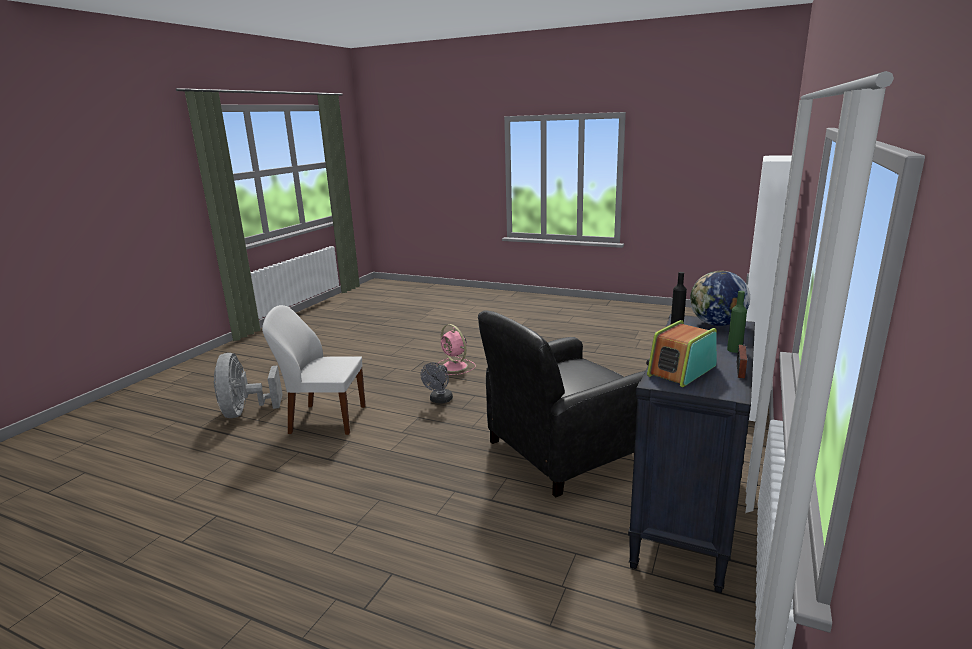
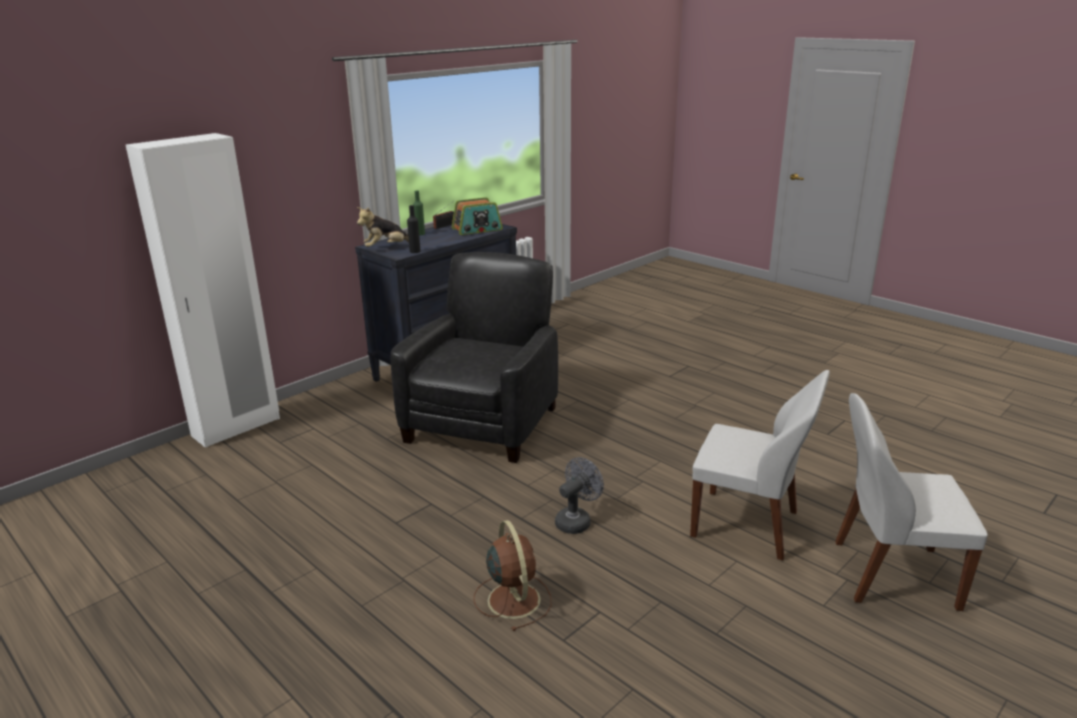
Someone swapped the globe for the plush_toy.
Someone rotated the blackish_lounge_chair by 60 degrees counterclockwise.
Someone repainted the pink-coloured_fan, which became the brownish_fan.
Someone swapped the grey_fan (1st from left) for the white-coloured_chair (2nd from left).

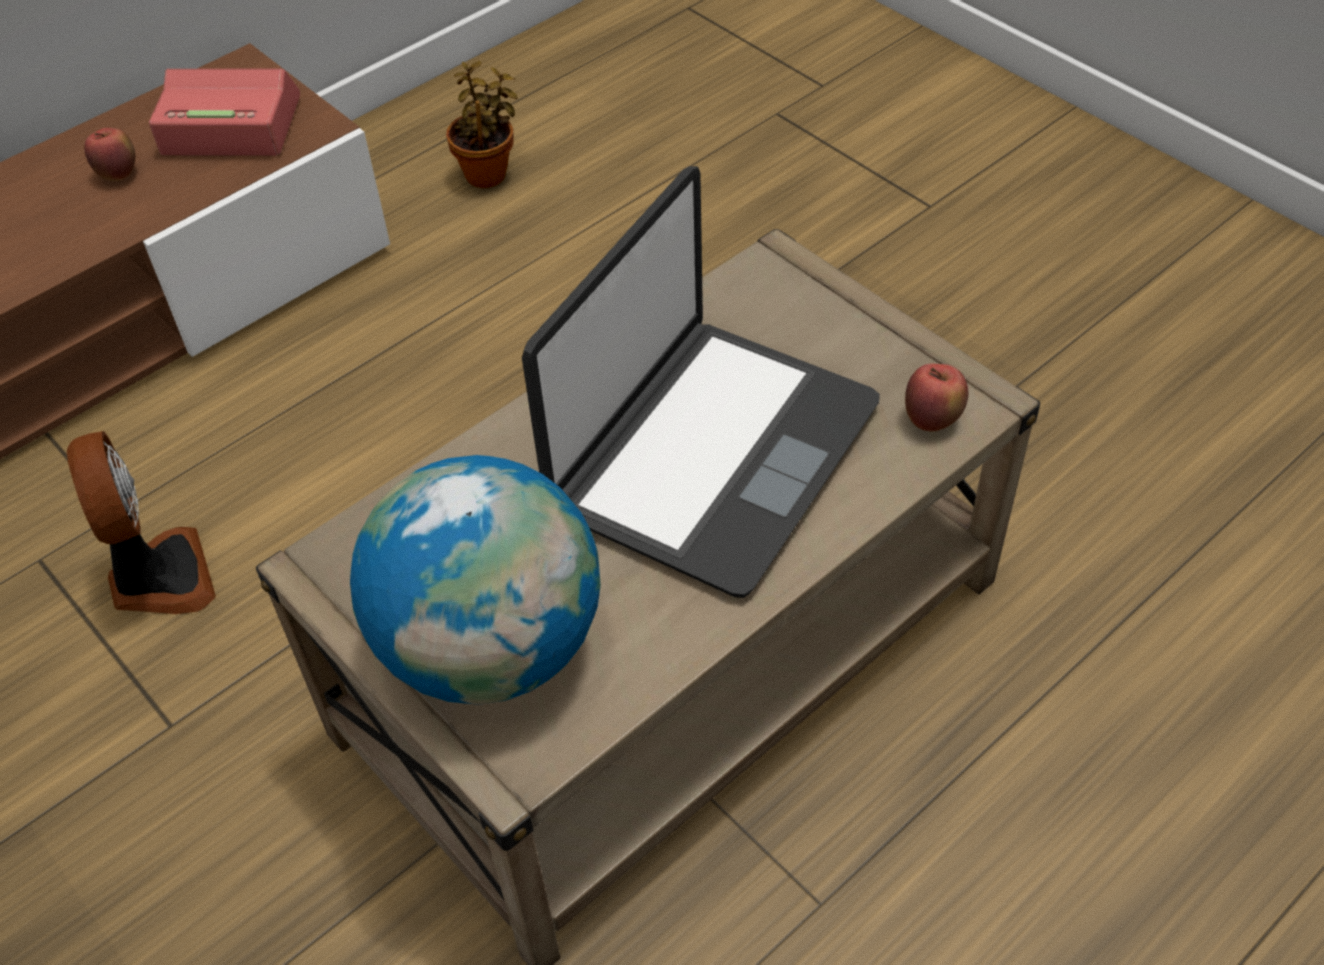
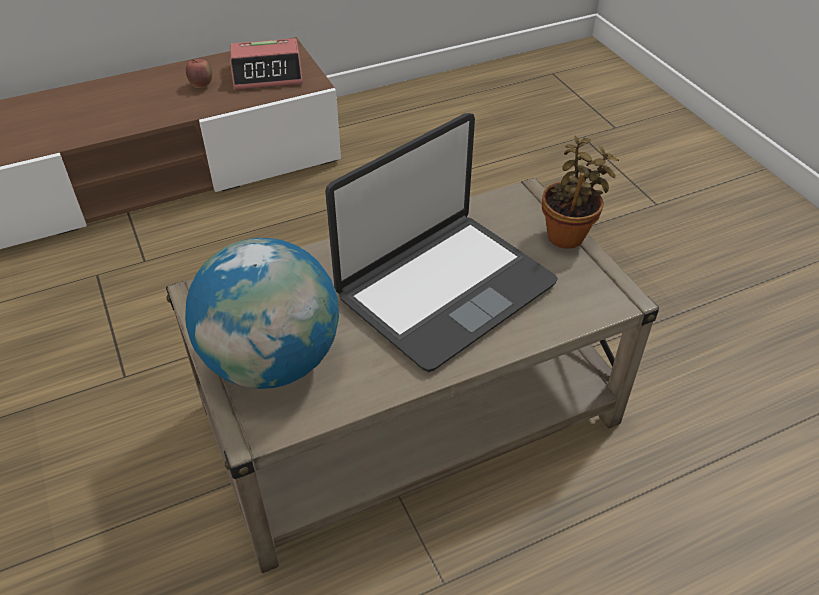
Someone carried the houseplant.
Someone rotated the bedside_clock by 150 degrees clockwise.
Someone took away the apple_fruit (2nd from left).
Someone took away the fan.

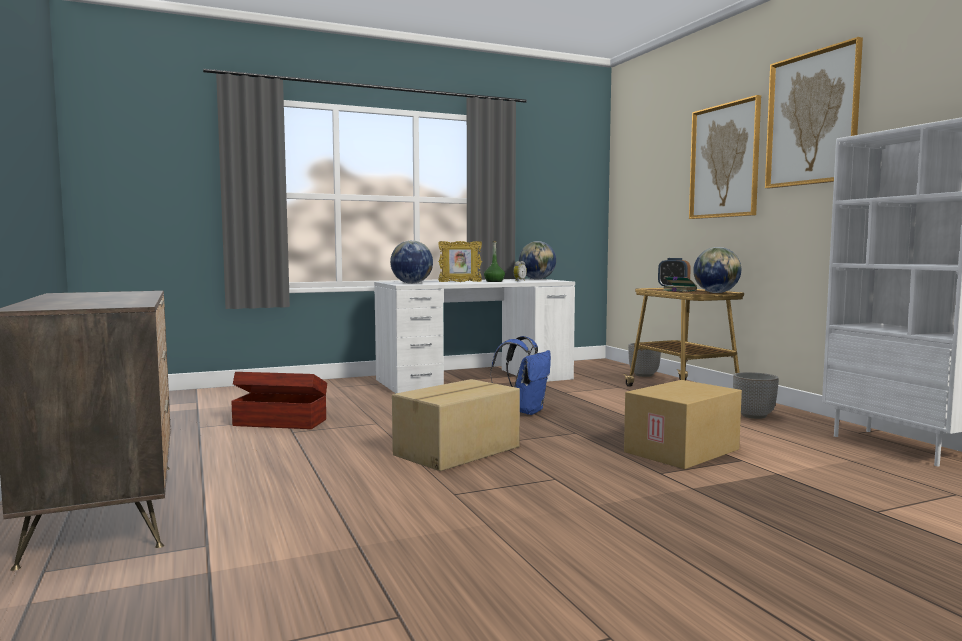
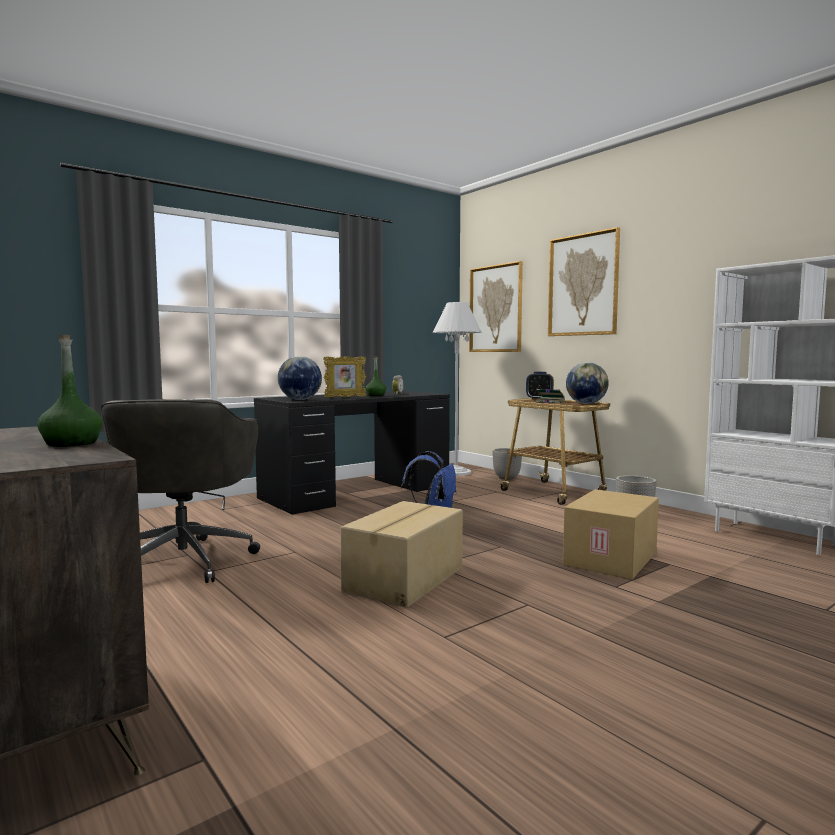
Someone carried the picture (2nd from left in the first image).
Someone took away the globe (2nd from left).
Someone repainted the white-coloured_desk, which became the blackish_desk.
Someone swapped the brownish_storage_container for the grey_office_chair.
Someone put down the white-coloured_floor_lamp.
Someone put down the greenish_beverage_bottle (1st from left).

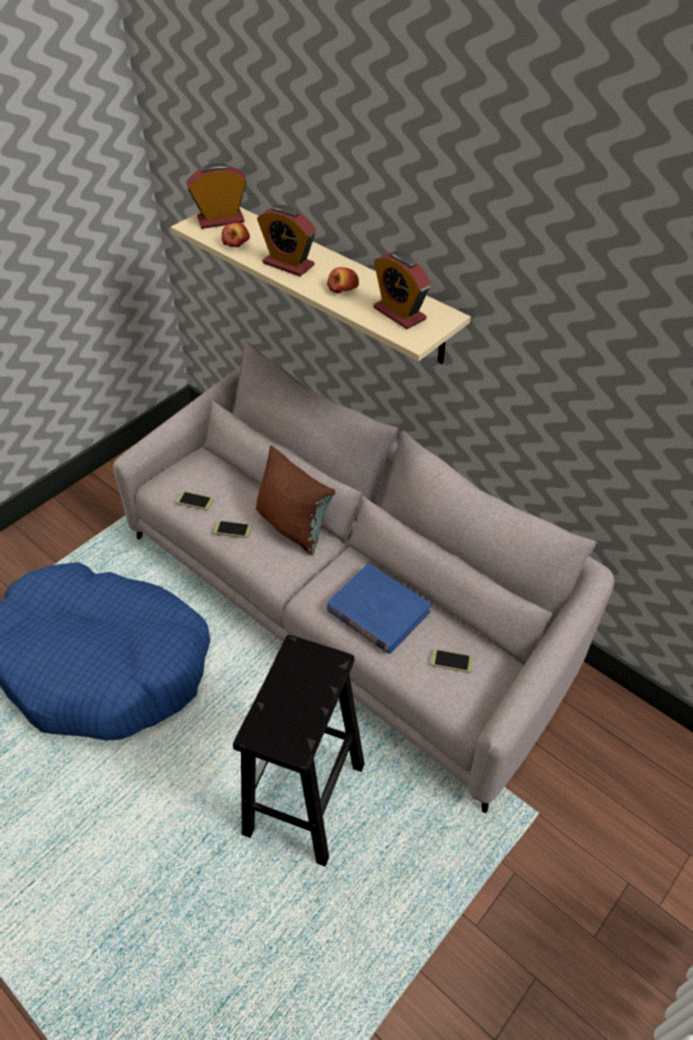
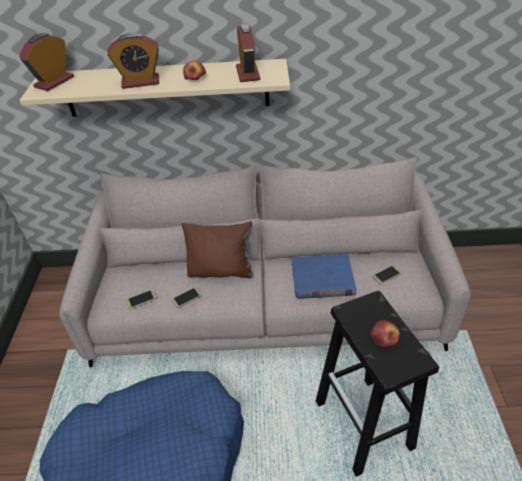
Someone carried the apple_fruit (1st from left in the first image).
Someone rotated the bedside_clock (3rd from left) by 105 degrees counterclockwise.

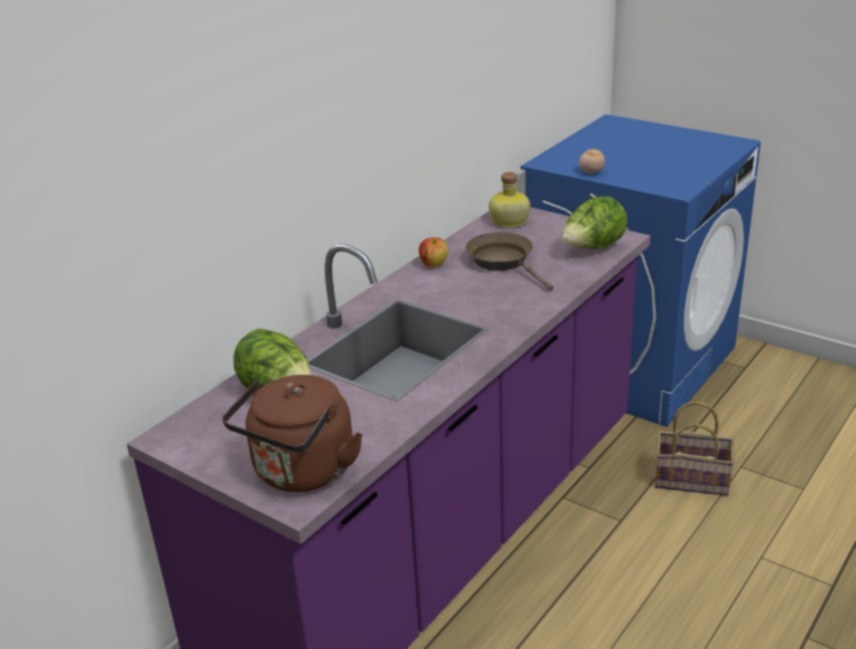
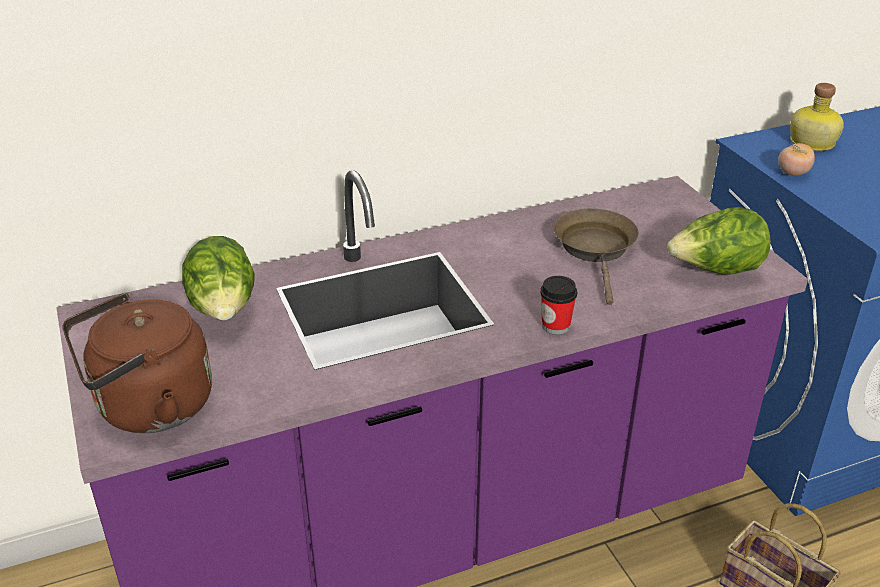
Someone carried the beverage_bottle.
Someone took away the apple_fruit.
Someone put down the drinking_cup.

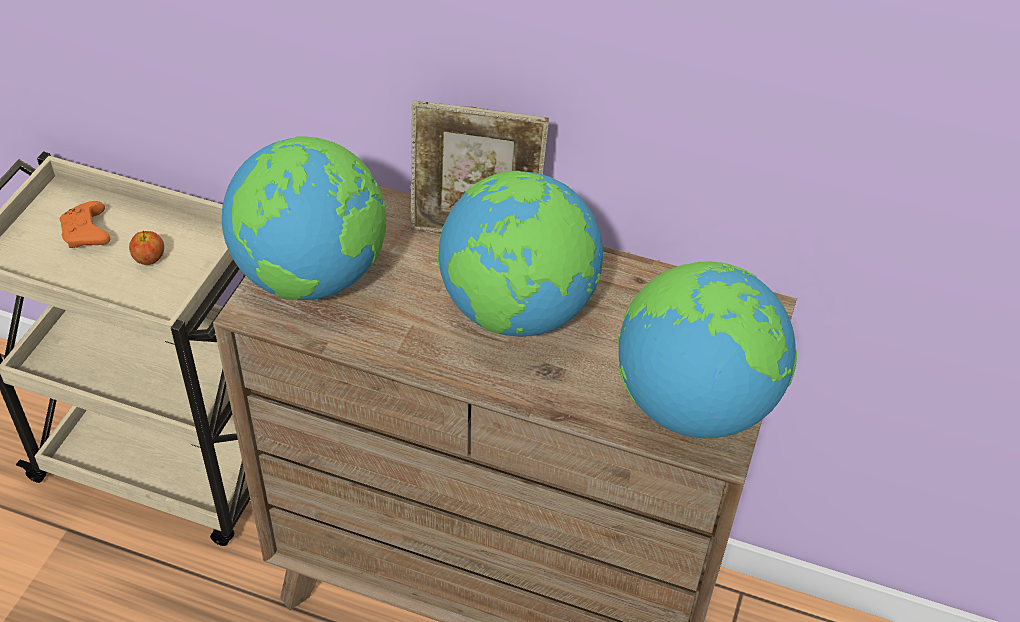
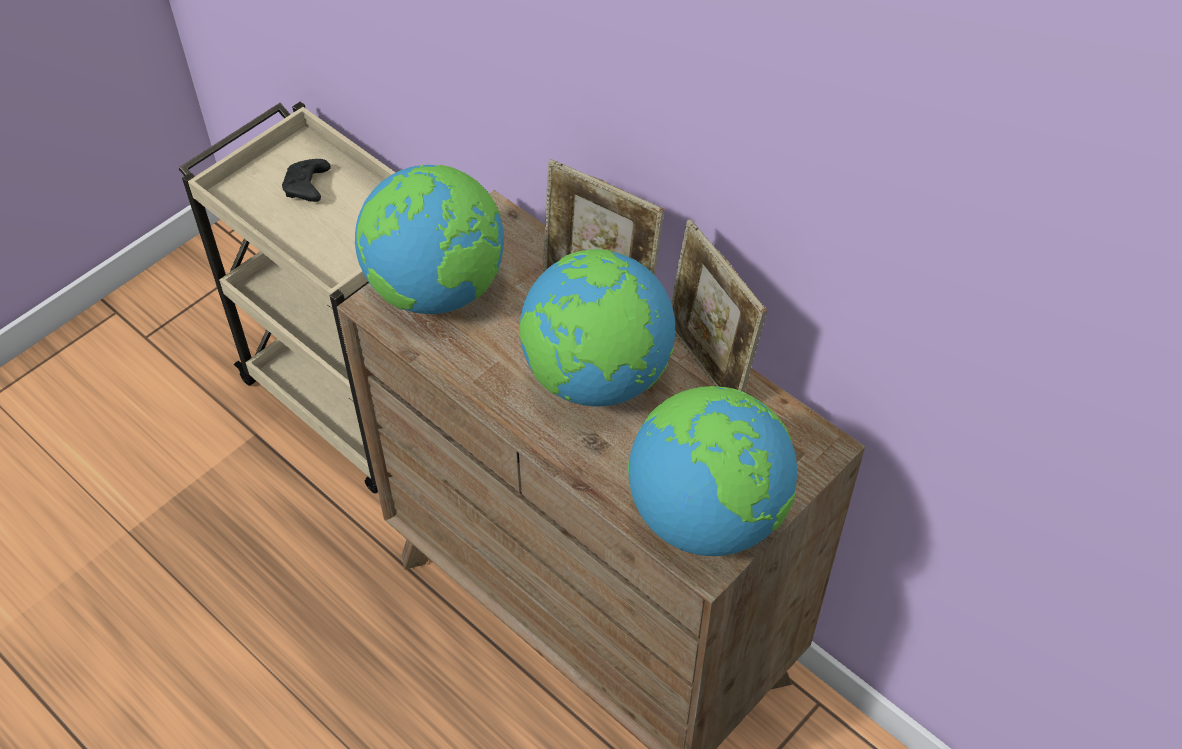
Someone repainted the orangey_gamepad, which became the blackish_gamepad.
Someone took away the apple_fruit.
Someone put down the picture_frame (2nd from left).

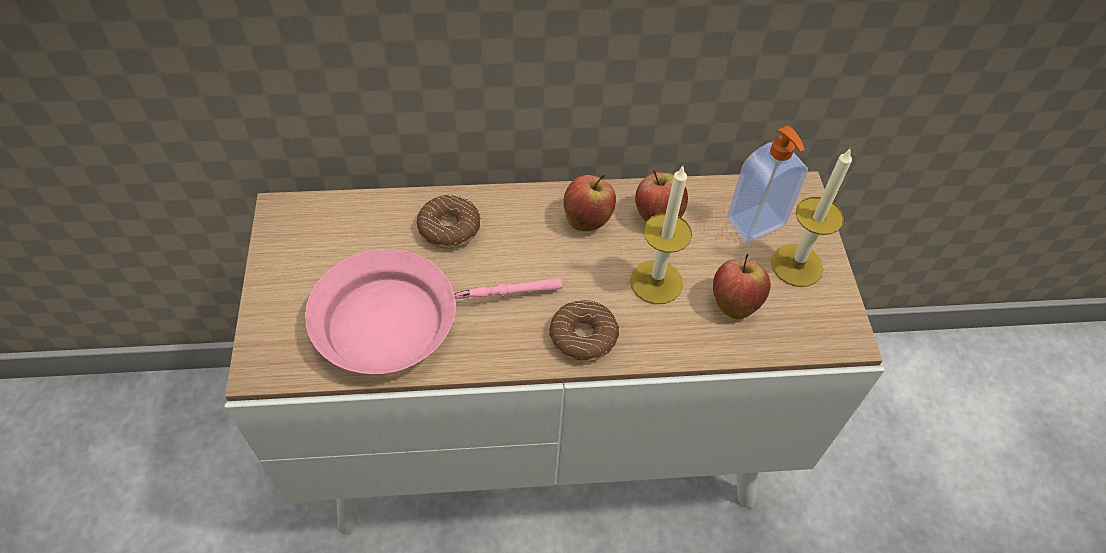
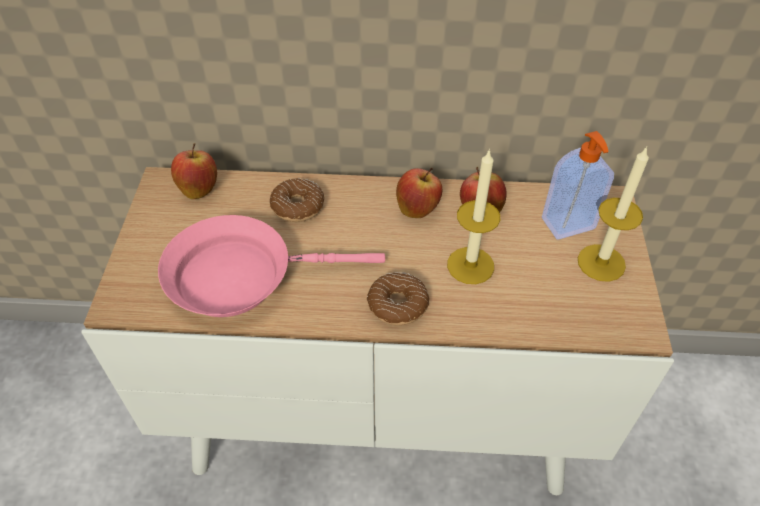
Someone carried the apple_fruit (3rd from left in the first image).

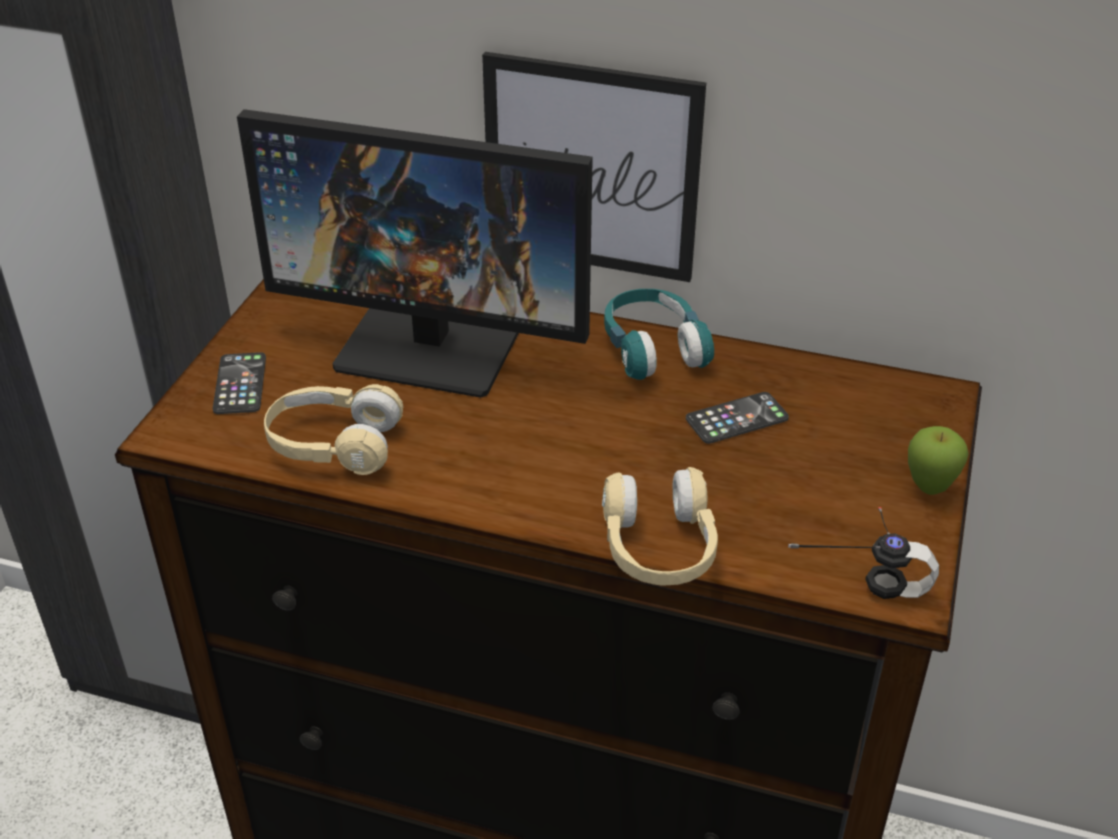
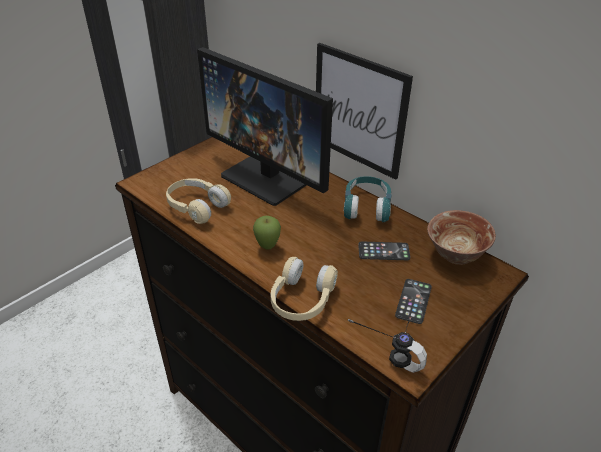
Someone carried the handset (1st from left in the first image).
Someone carried the apple_fruit.
Someone put down the bowl.

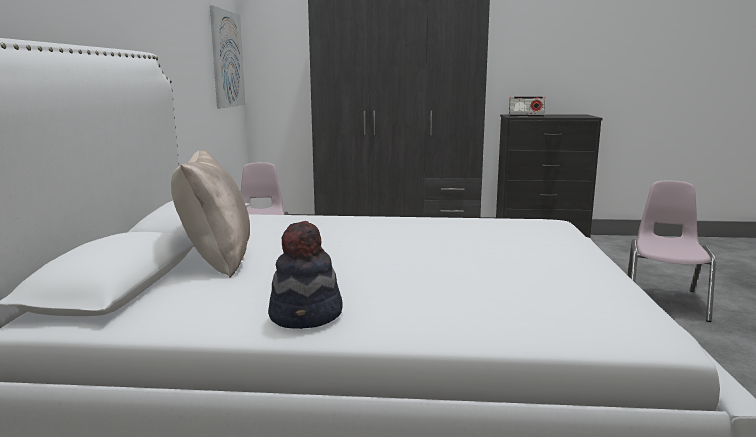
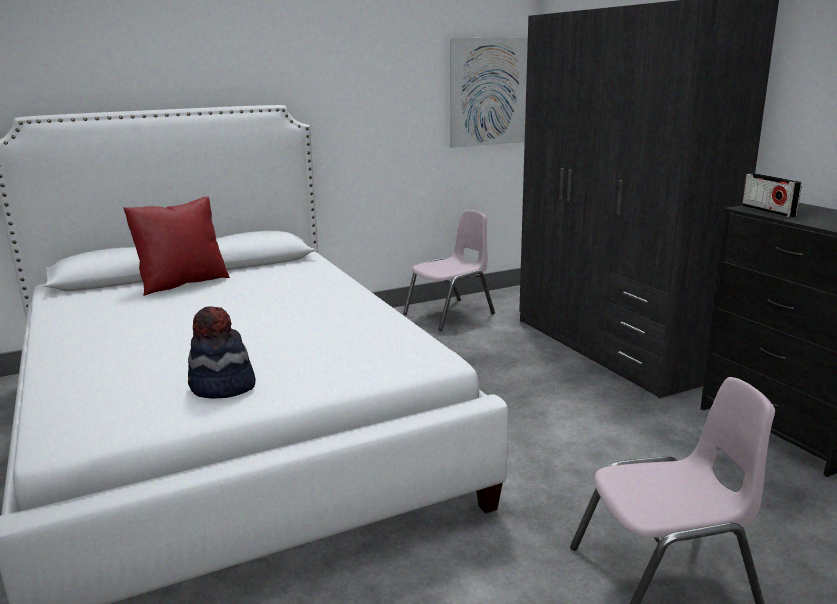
Someone repainted the beige-coloured_pillow, which became the red_pillow.
Someone carried the wearable_hat.

